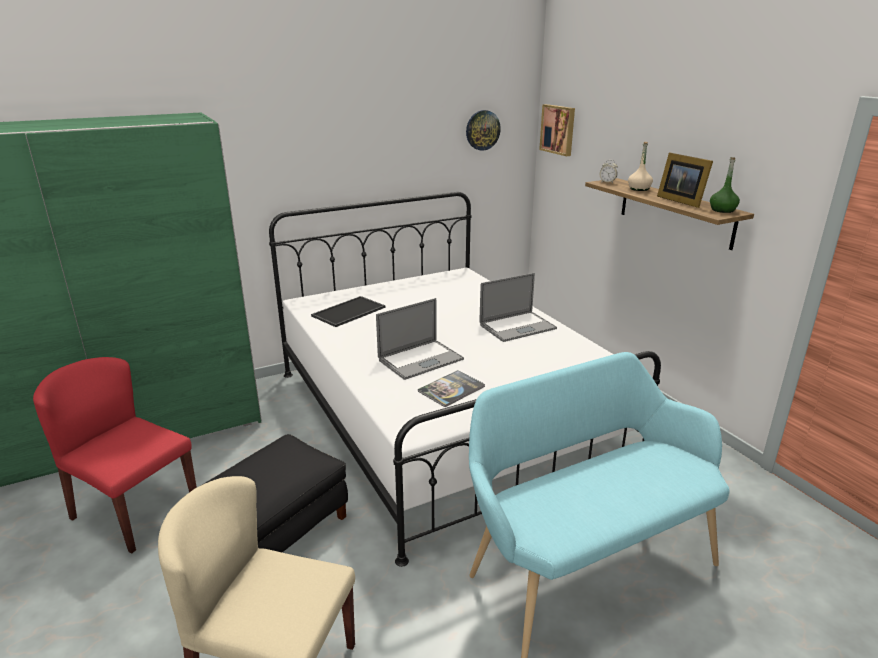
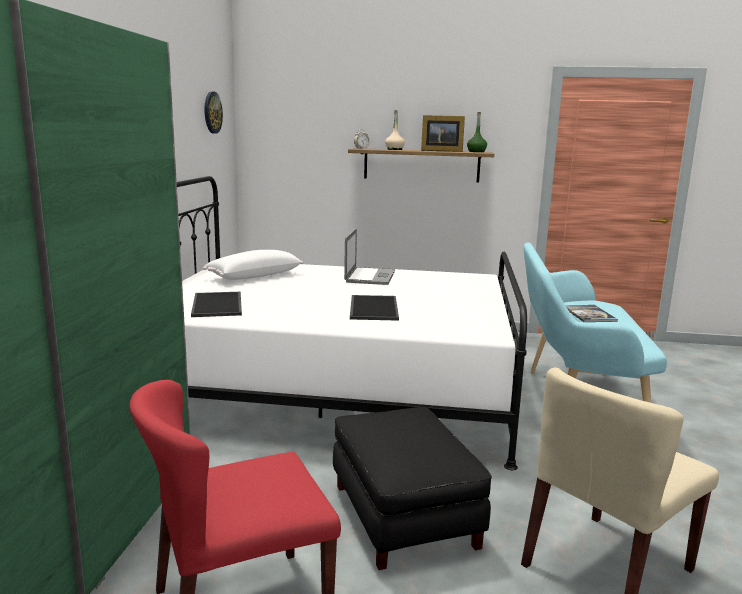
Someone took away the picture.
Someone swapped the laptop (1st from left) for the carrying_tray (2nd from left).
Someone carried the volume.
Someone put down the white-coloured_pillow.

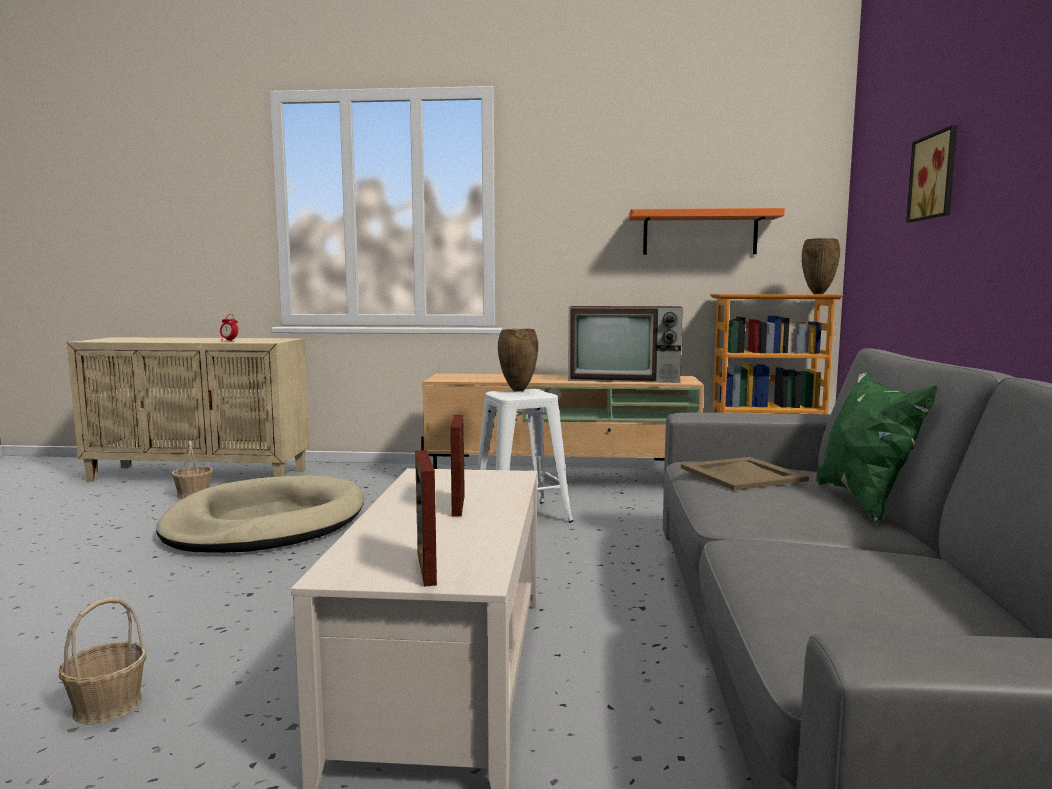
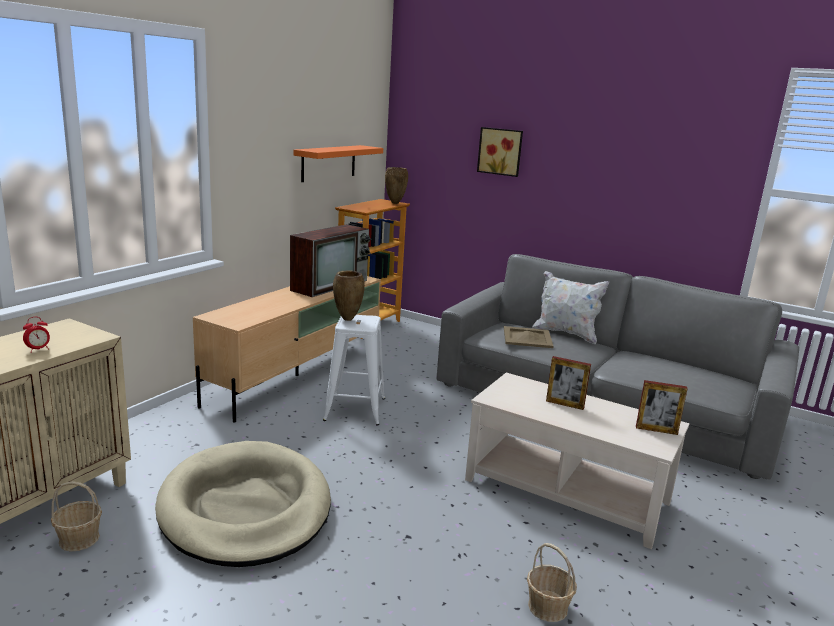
Someone repainted the greenish_pillow, which became the white-coloured_pillow.

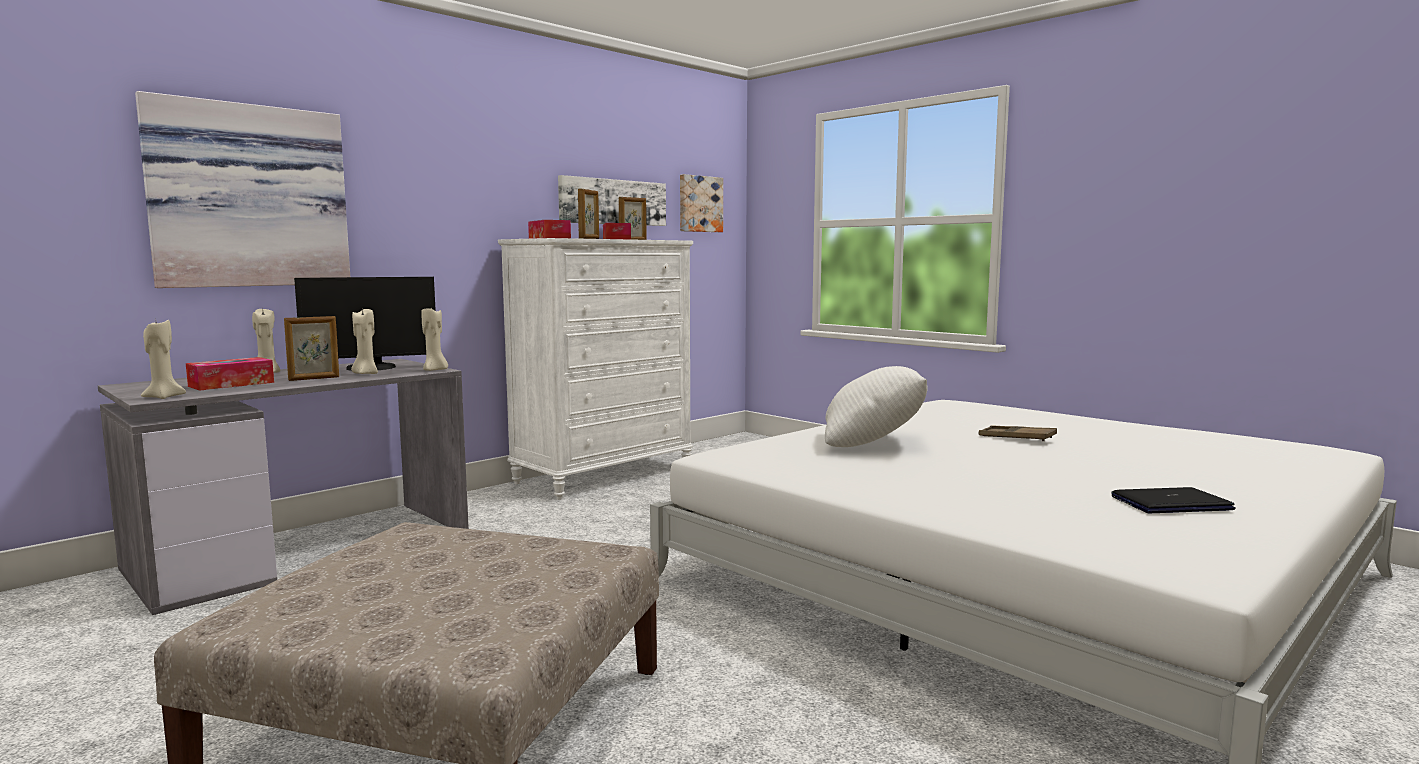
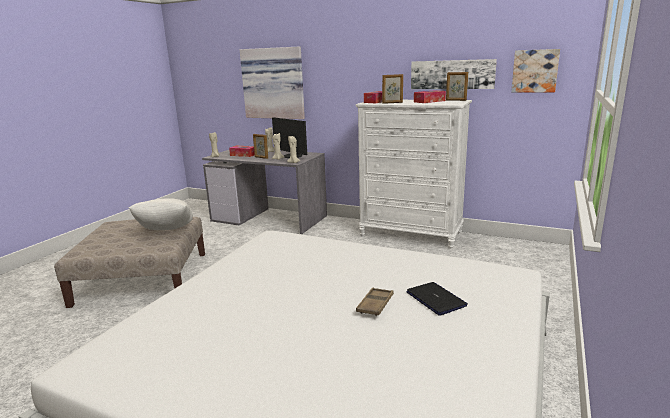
Someone carried the white-coloured_pillow.
Someone carried the laptop.

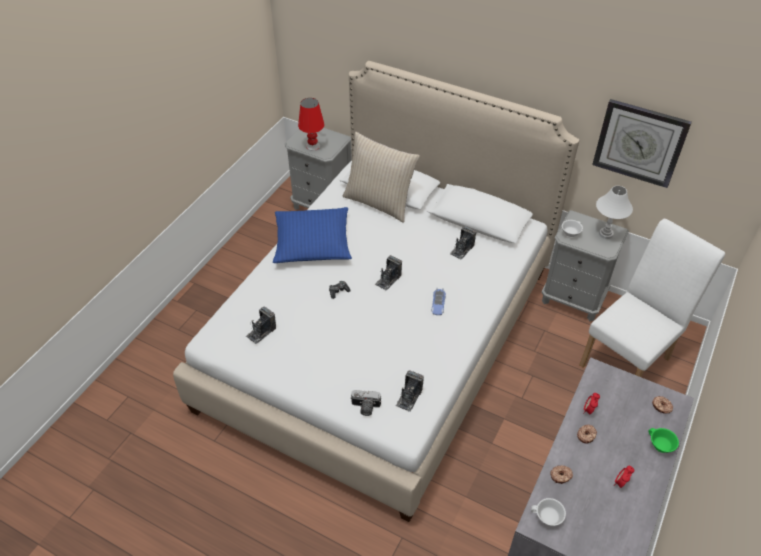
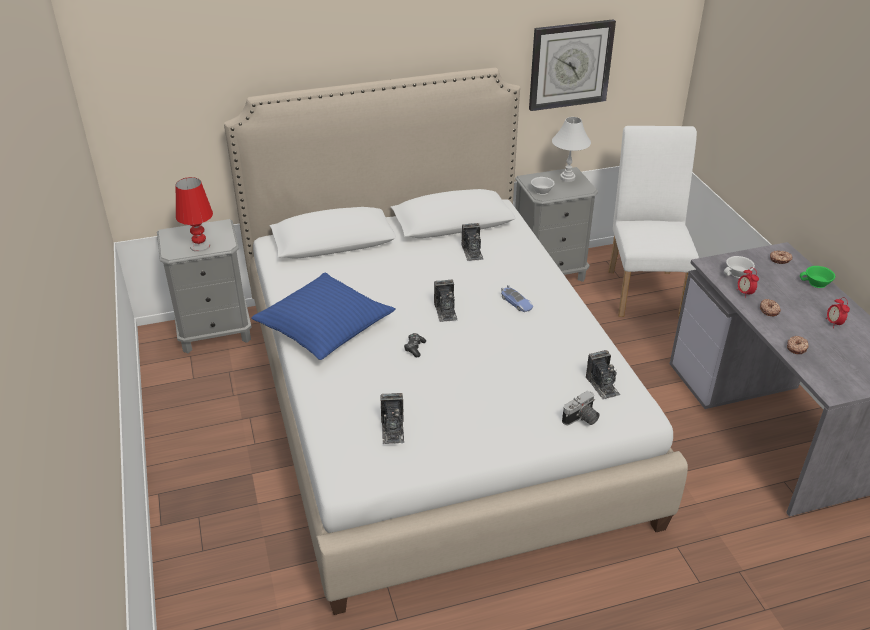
Someone took away the beige-coloured_pillow.
Someone carried the white-coloured_drinking_cup (1st from left in the first image).

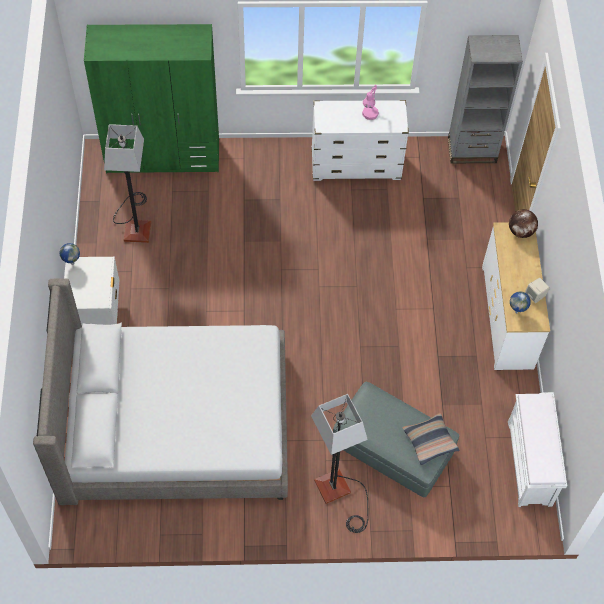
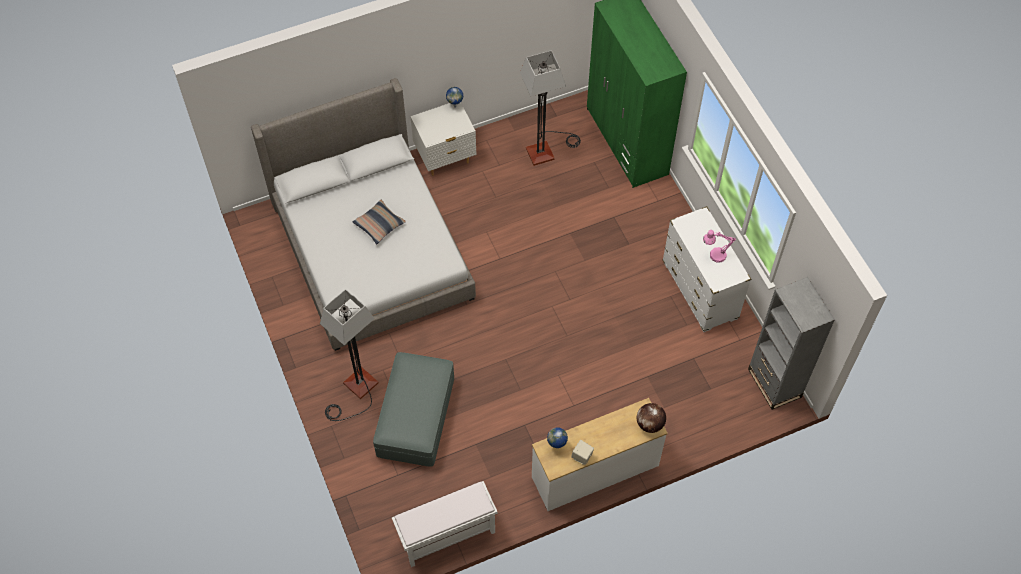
Someone carried the pillow.

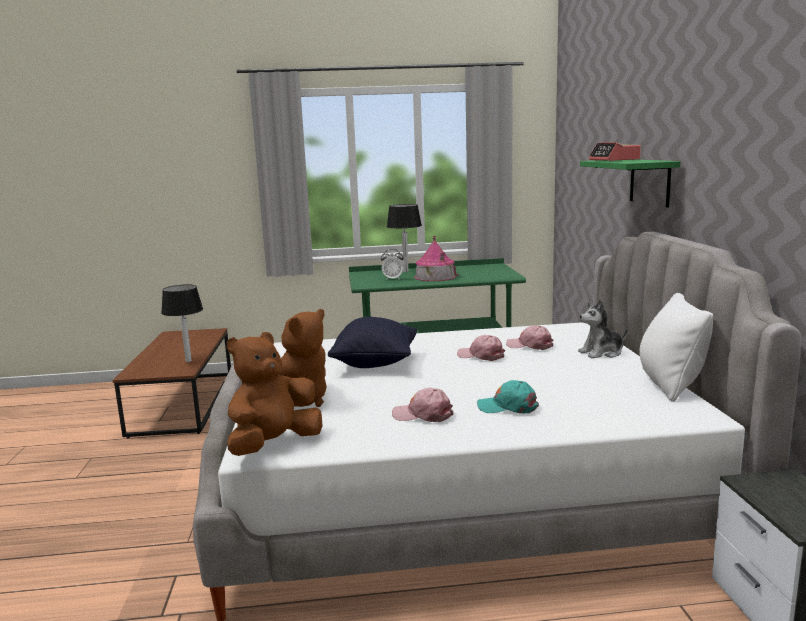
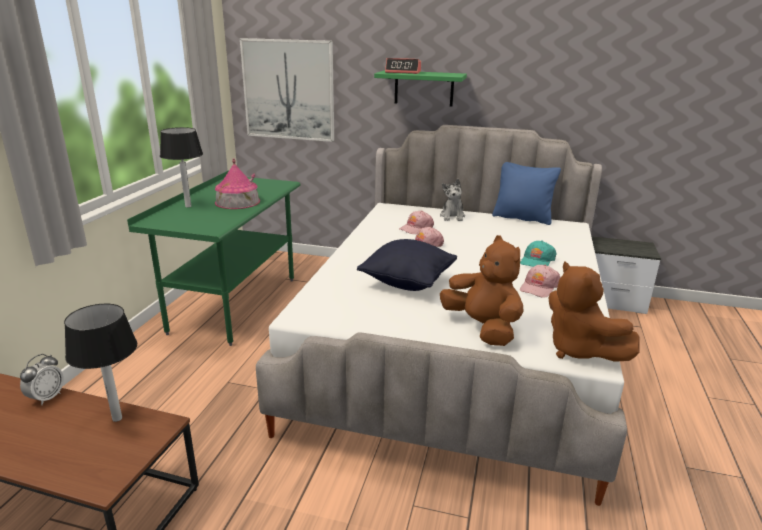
Someone carried the bedside_clock (1st from left).
Someone repainted the white-coloured_pillow, which became the blue_pillow.
Someone put up the picture.

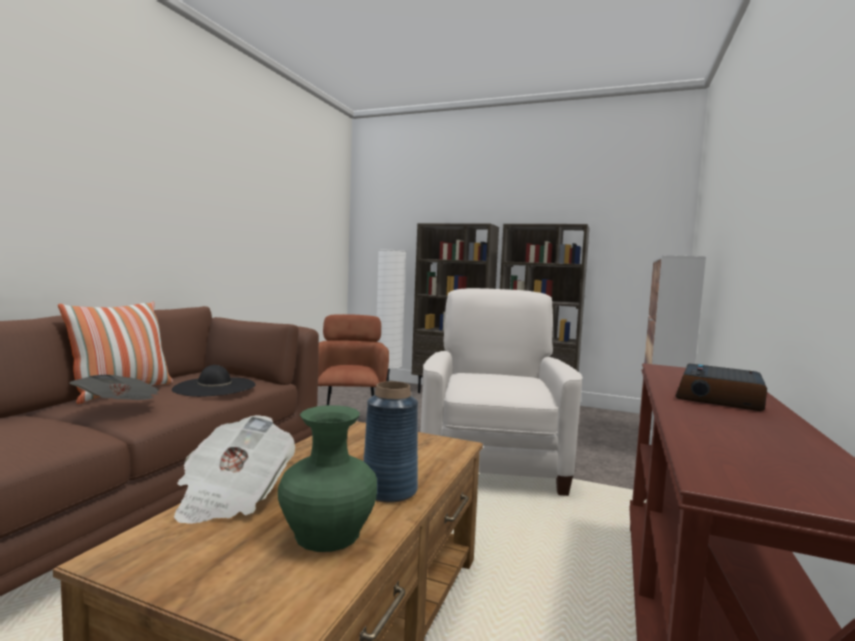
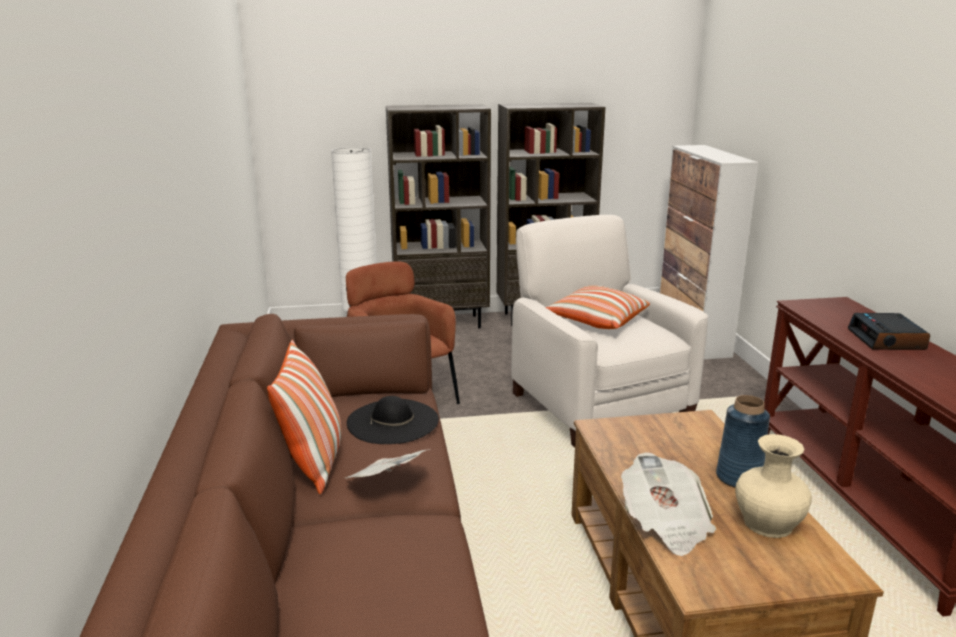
Someone repainted the greenish_decorative_vase, which became the beige-coloured_decorative_vase.
Someone put down the pillow (2nd from left).

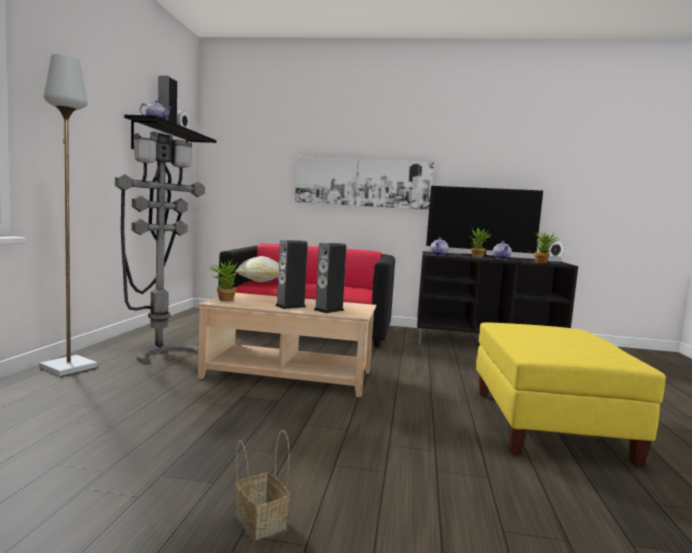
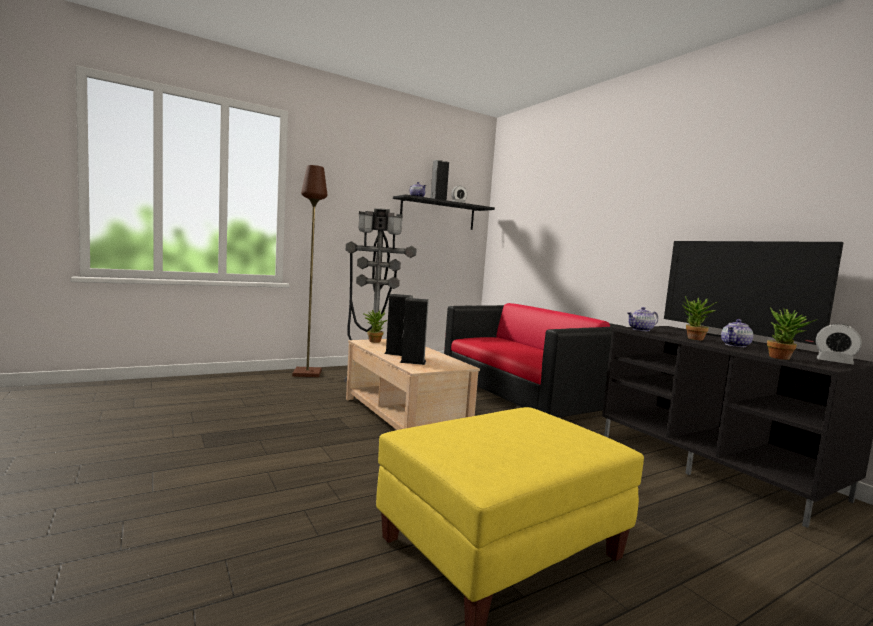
Someone repainted the grey_floor_lamp (1st from left), which became the brownish_floor_lamp.
Someone took away the picture.
Someone took away the pillow.
Someone took away the basket.

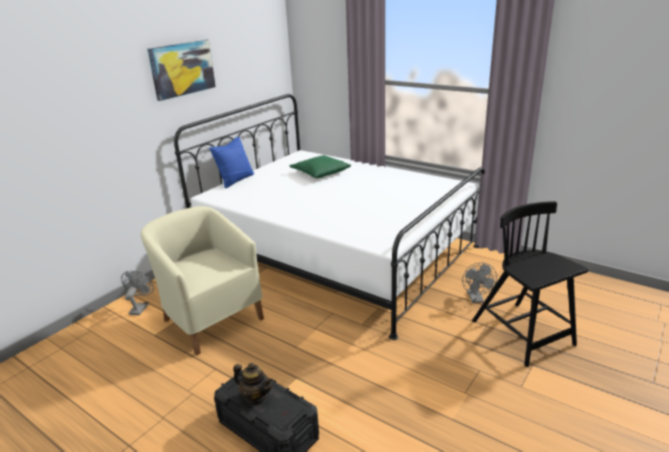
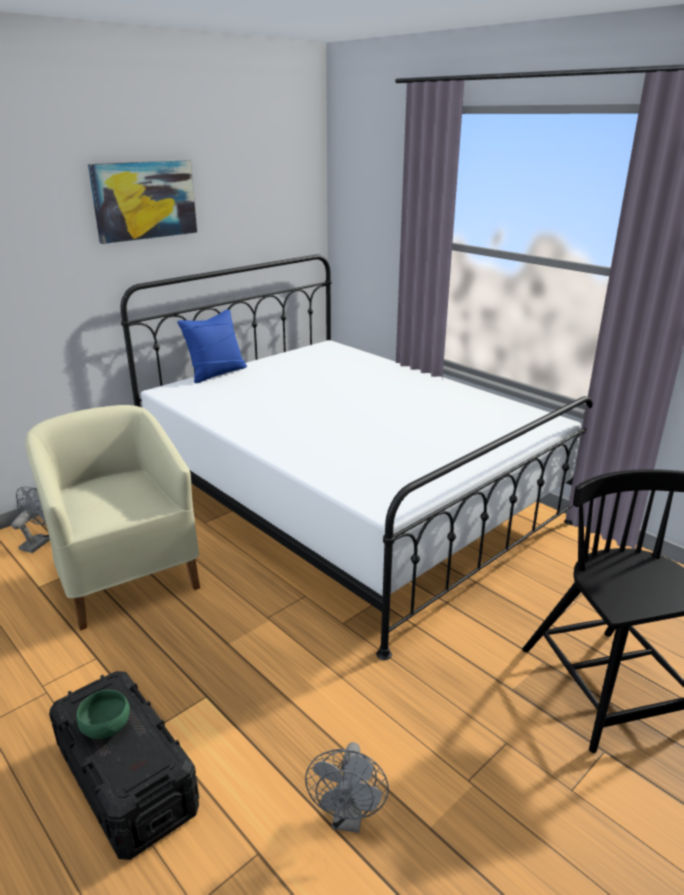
Someone took away the greenish_pillow.
Someone carried the grey_fan (2nd from left).
Someone swapped the tea_pot for the greenish_bowl.

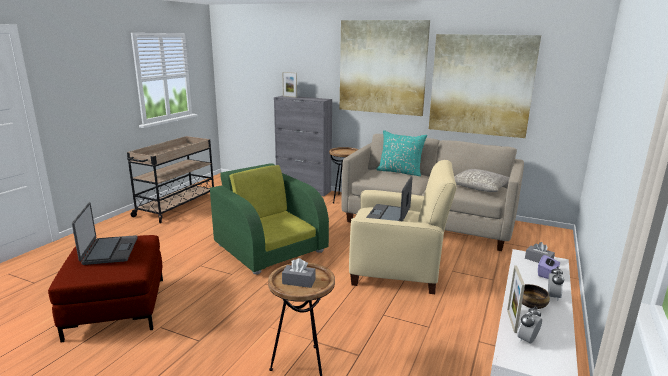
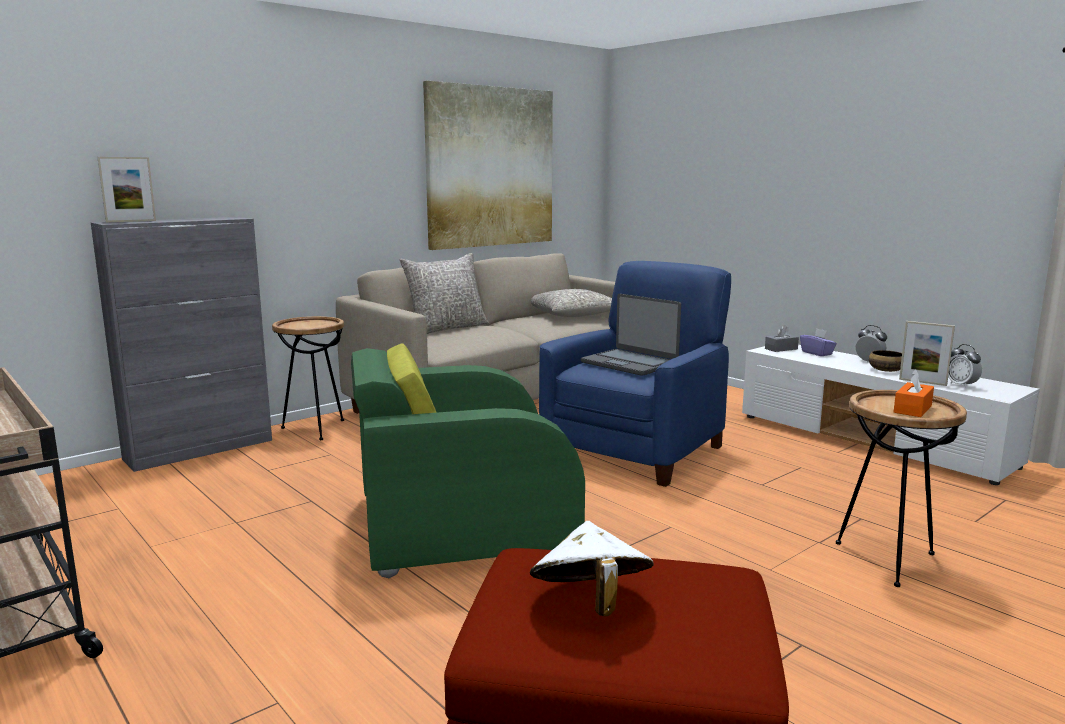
Someone took away the picture (1st from left).
Someone repainted the turquoise_pillow, which became the grey_pillow (1st from left).
Someone repainted the beige-coloured_lounge_chair, which became the blue_lounge_chair.
Someone swapped the laptop (1st from left) for the white-coloured_wearable_hat.
Someone repainted the grey_box_of_tissues (1st from left), which became the orangey_box_of_tissues.

